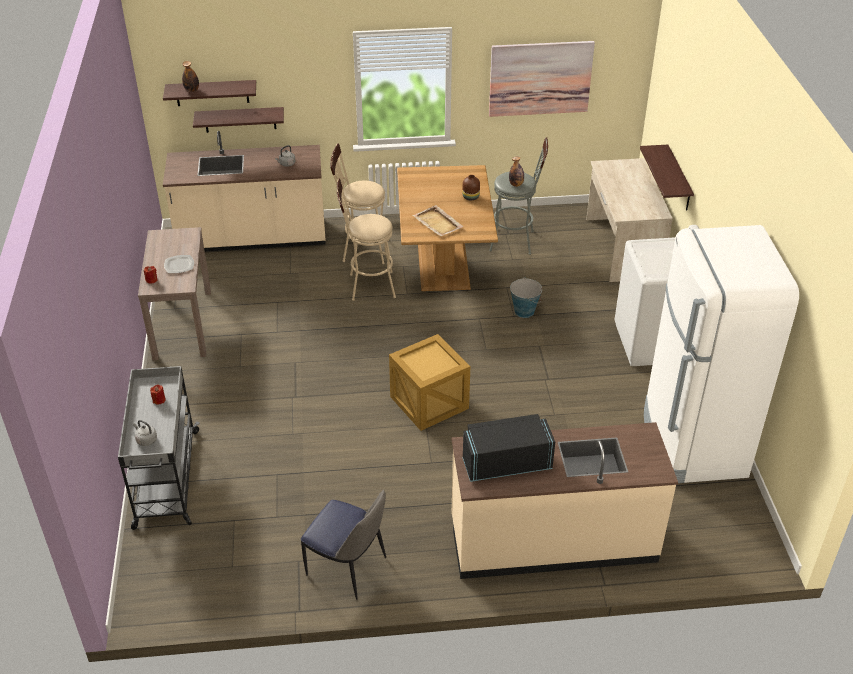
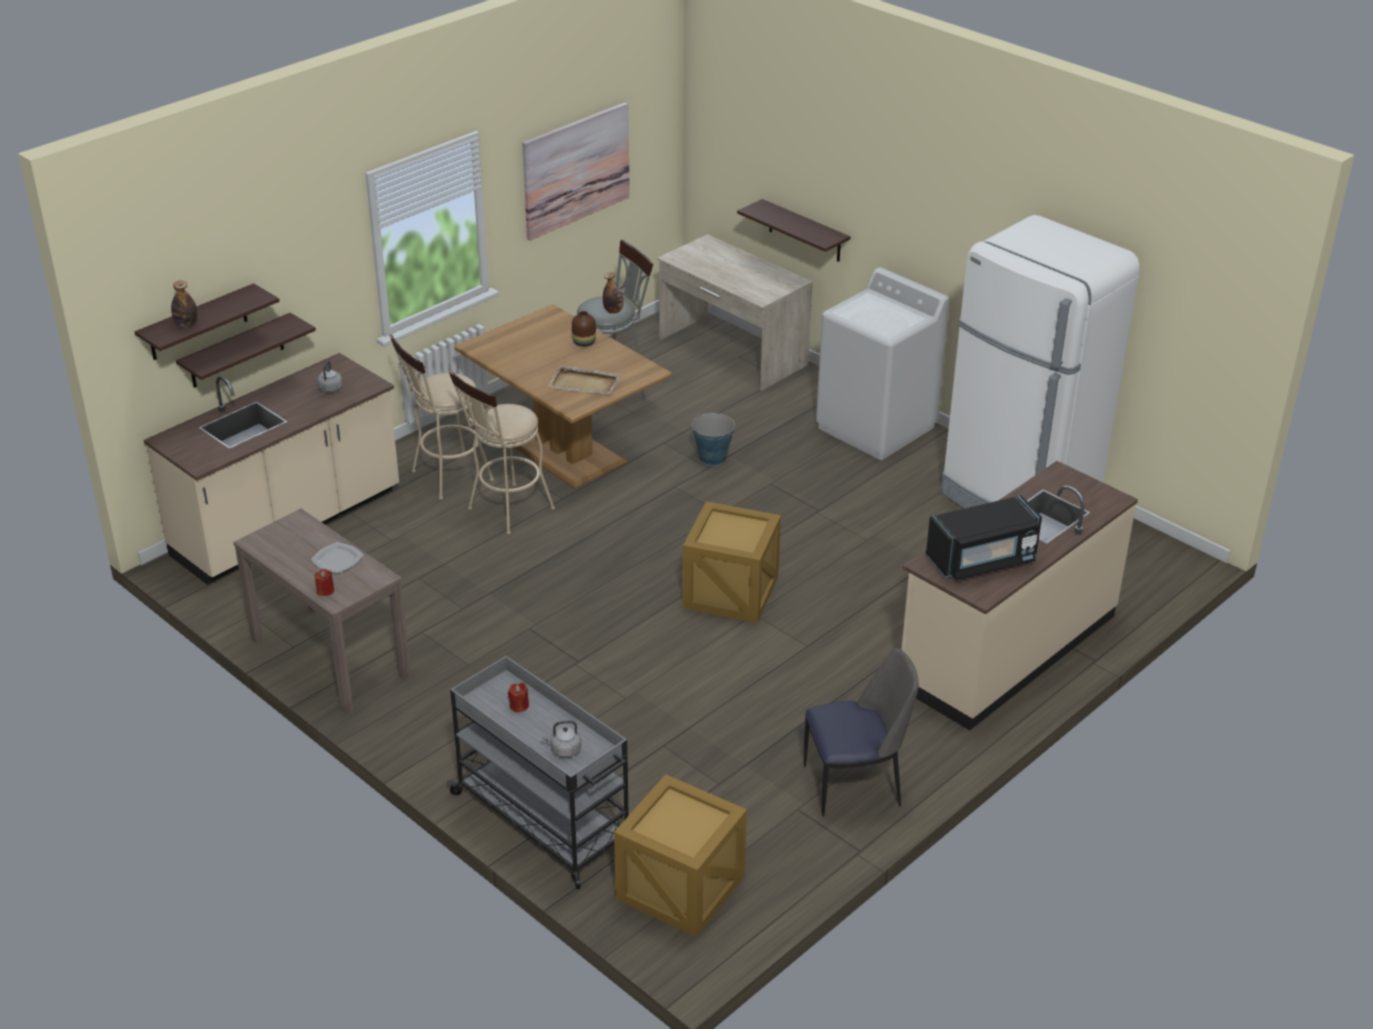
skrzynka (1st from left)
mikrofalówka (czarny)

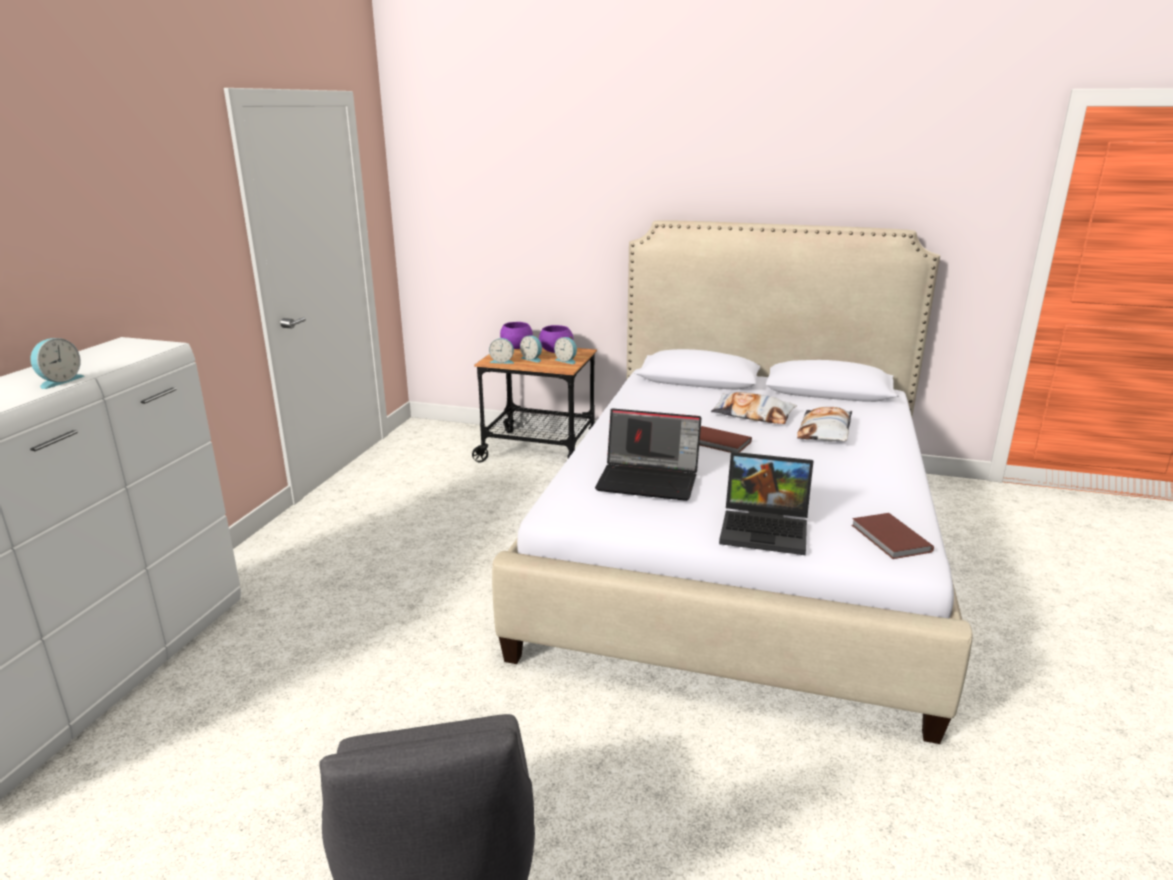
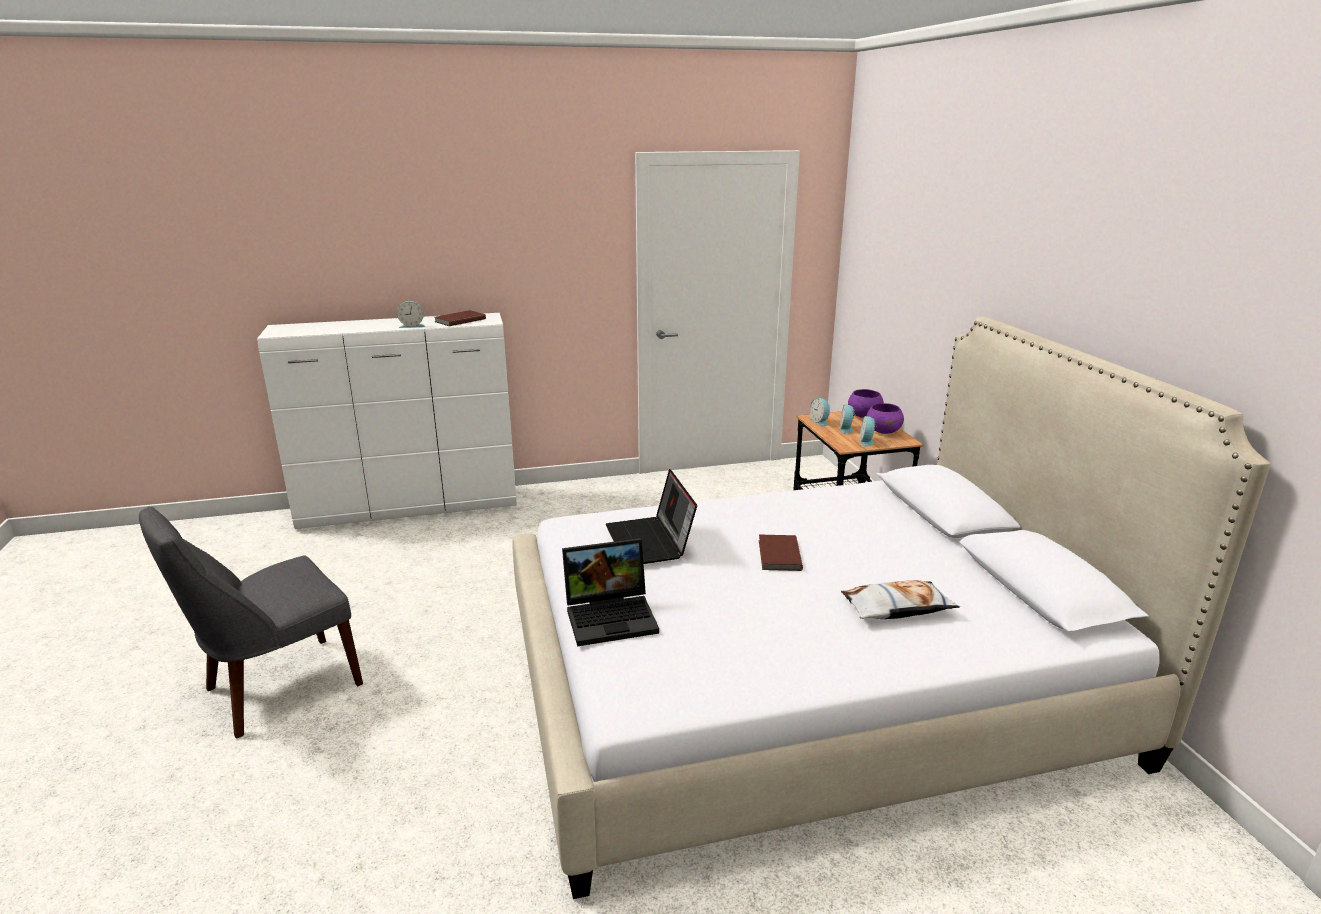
książka (brązowy) (1st from left)
laptop (1st from left)
poduszka (1st from left in the first image)

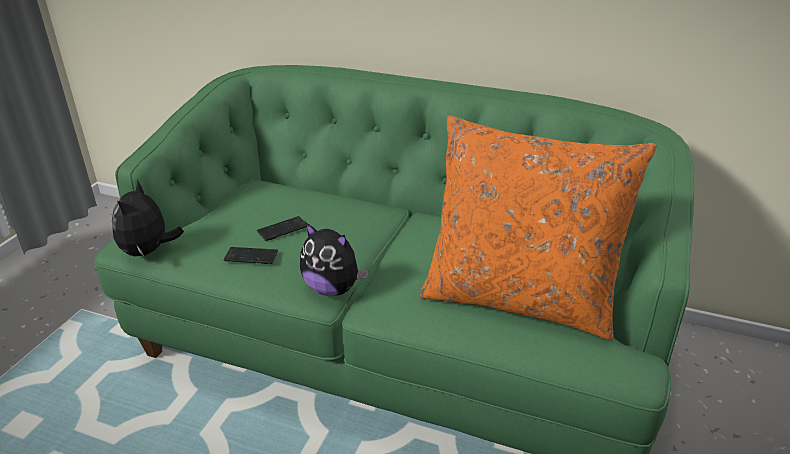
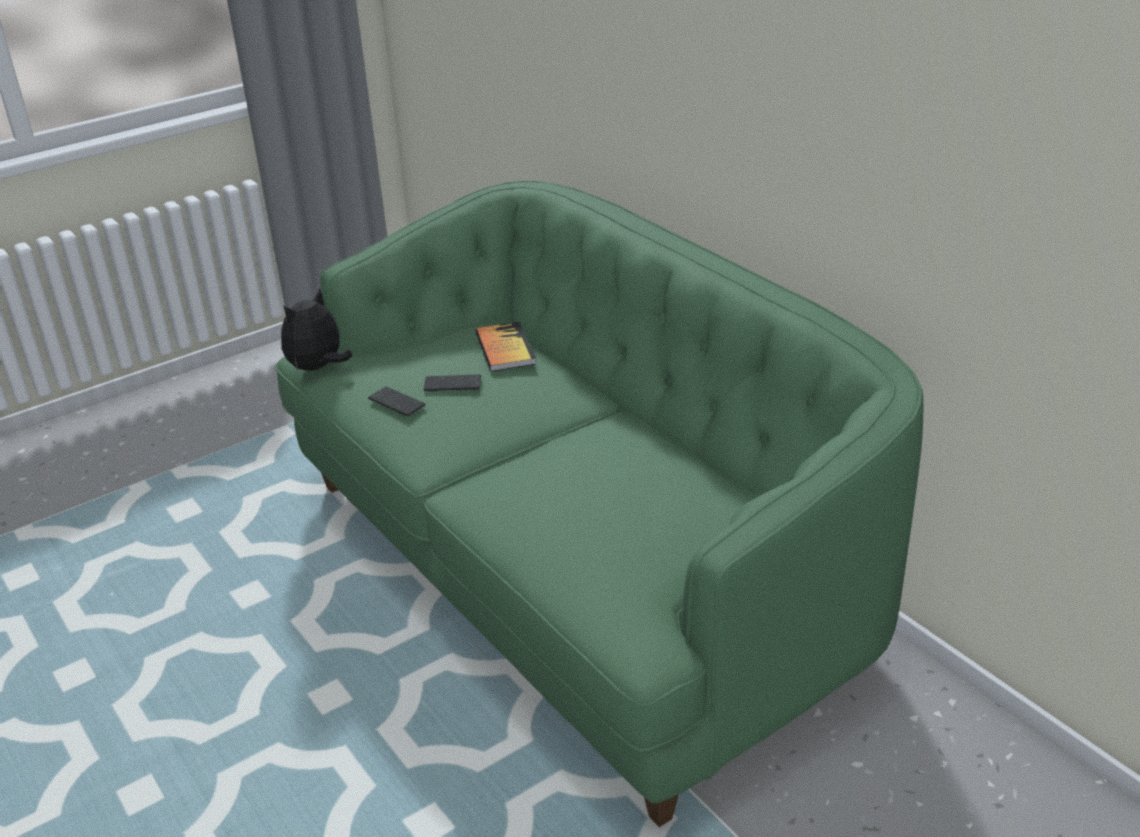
książka
pluszak (2nd from left in the first image)
poduszka (pomarańczowy)

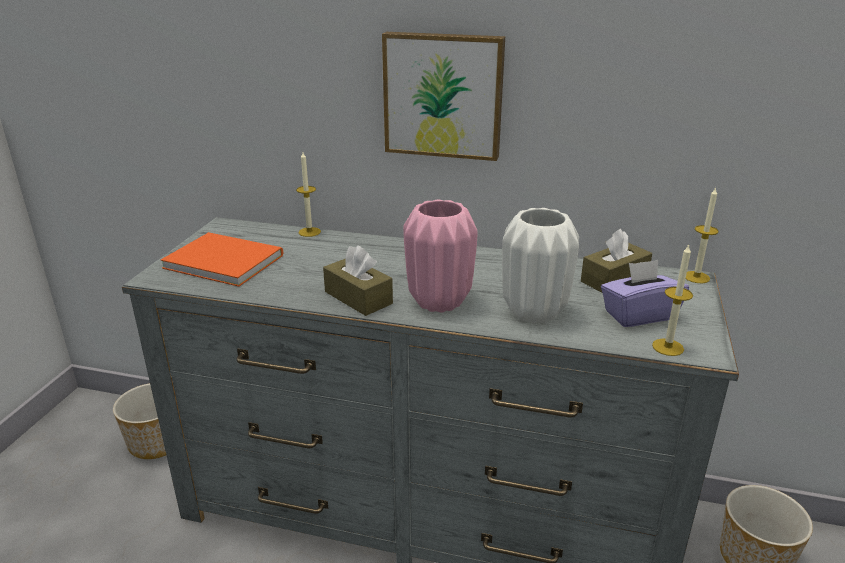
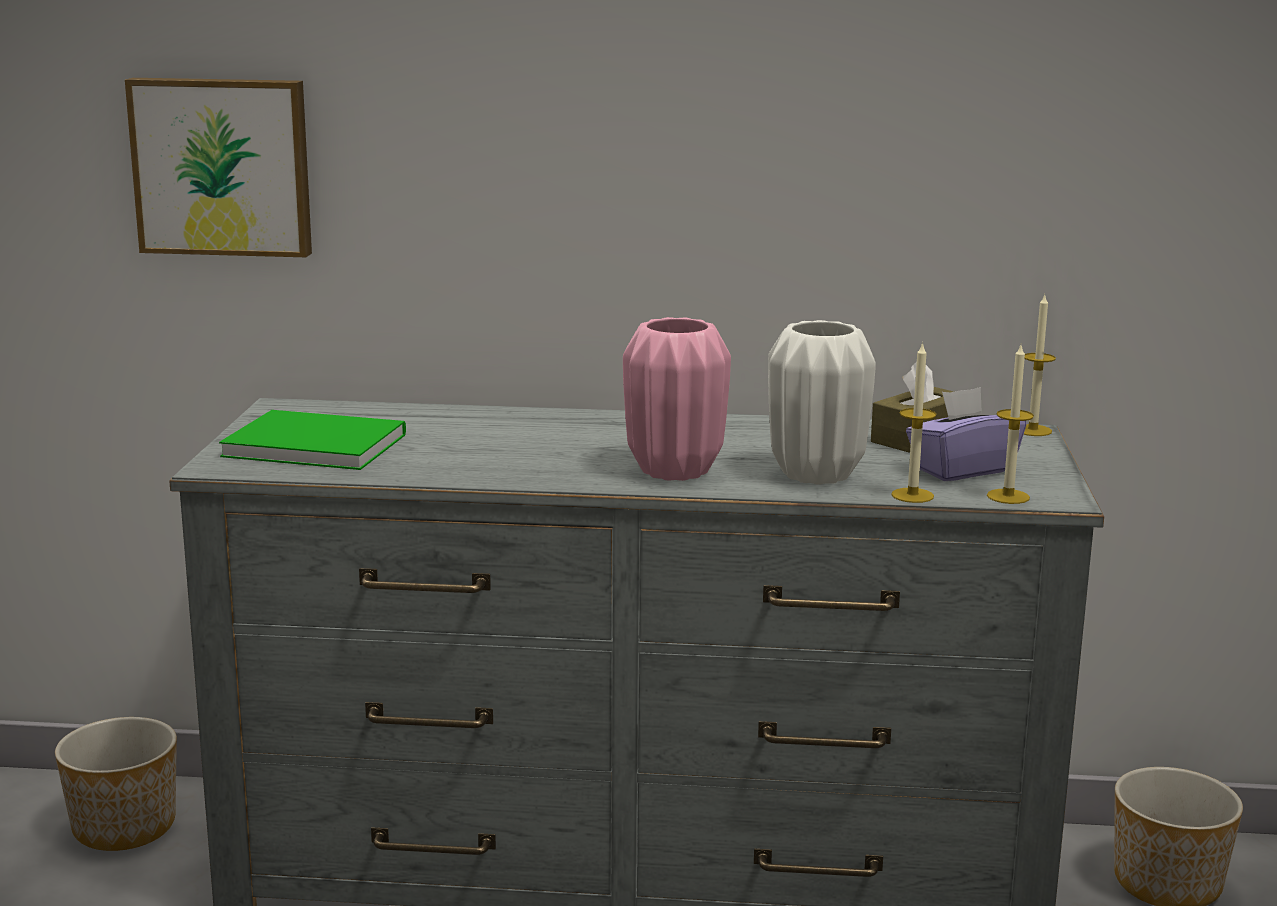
obraz
książka (zielony)
świeca (1st from left)
pudełko chusteczek (brązowy) (1st from left in the first image)

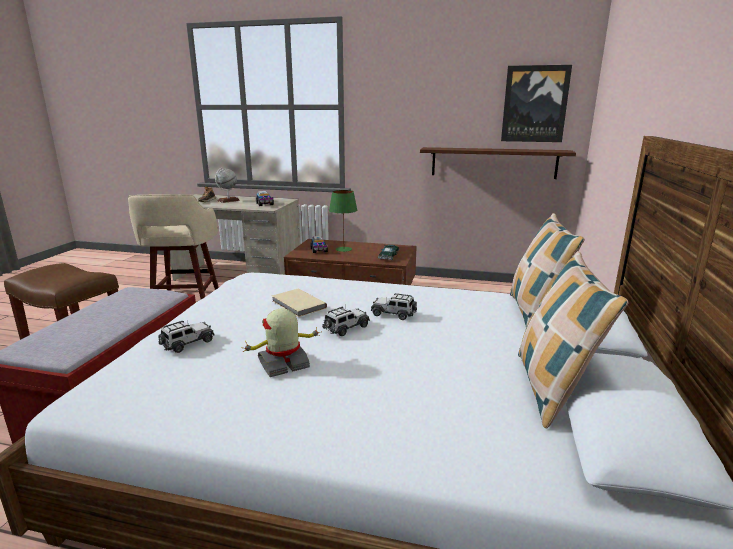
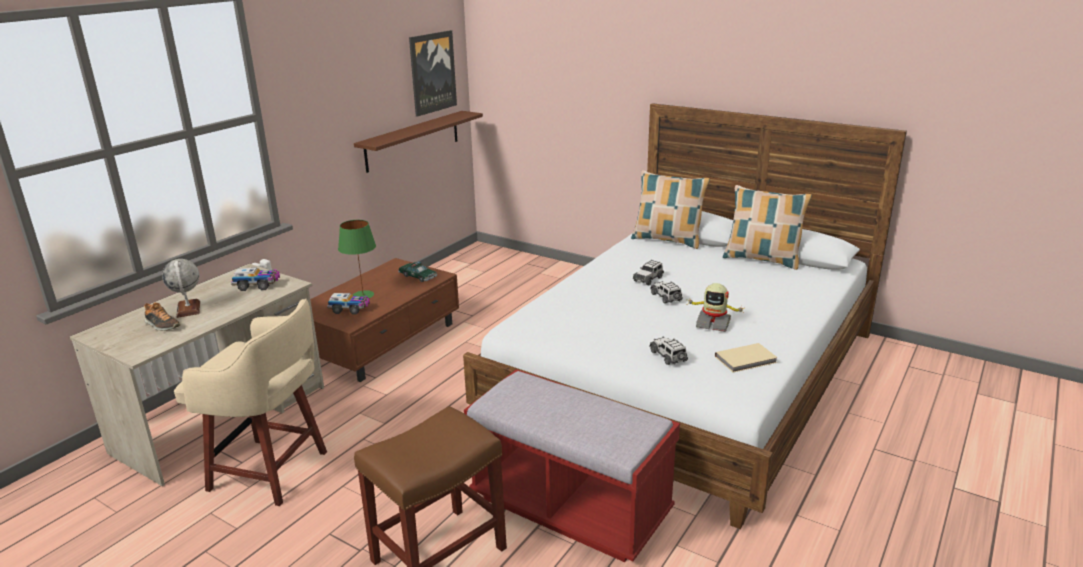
robot zabawkowy
książka (beżowy)

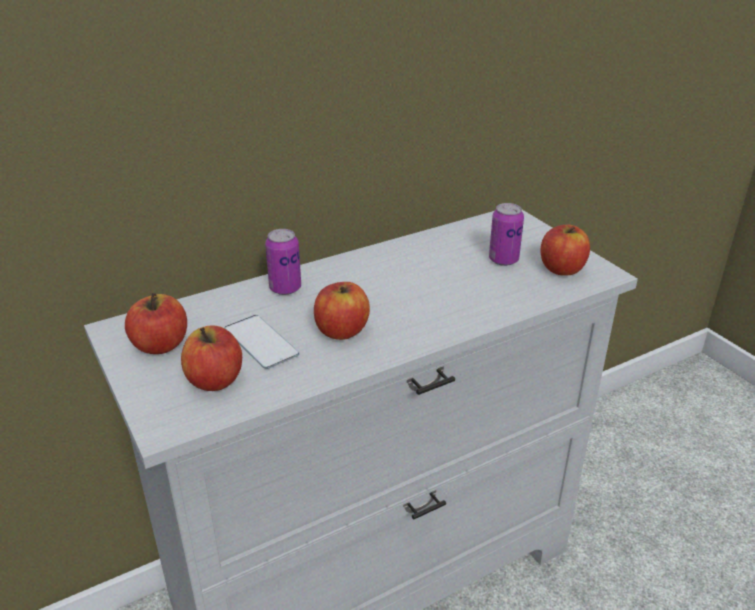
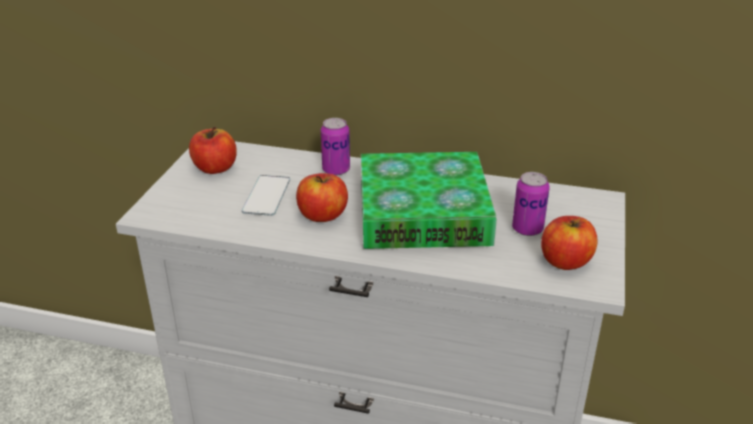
książka
jabłko (2nd from left in the first image)

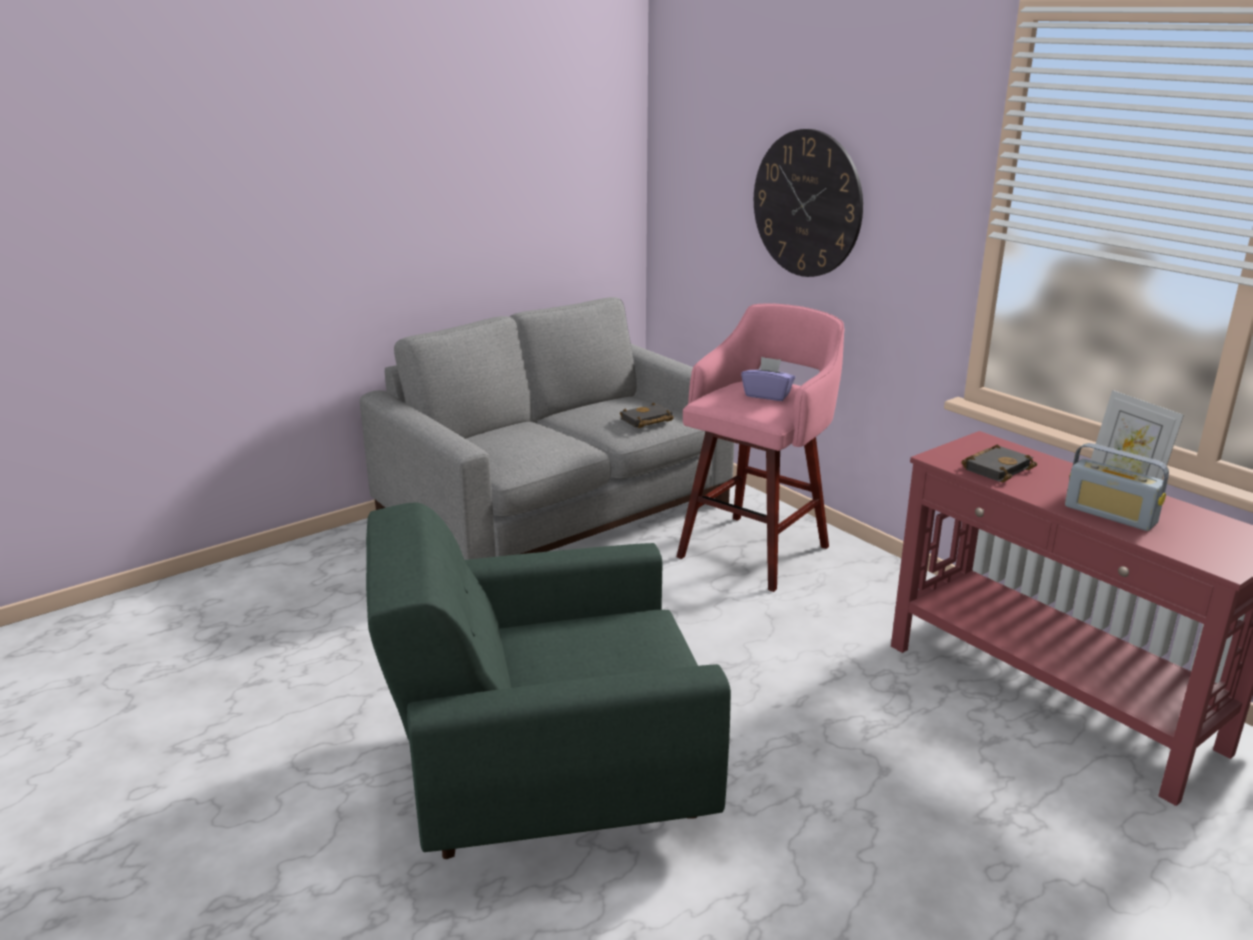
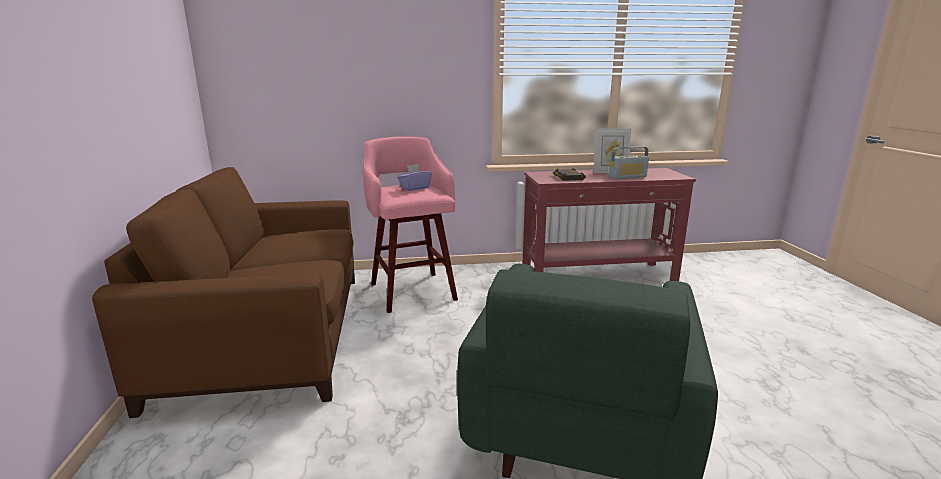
kanapa (brązowy)
książka (czarny) (1st from left in the first image)
zegar ścienny

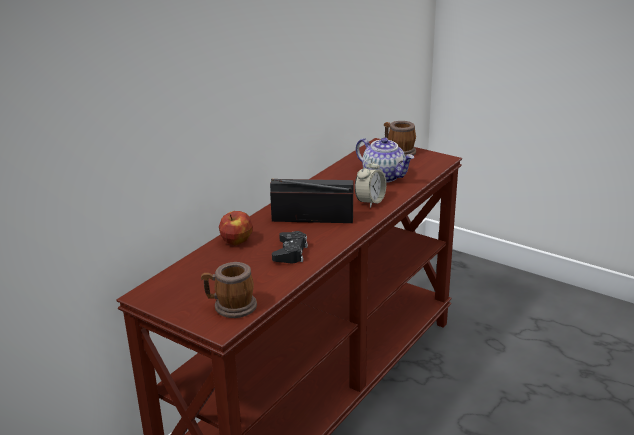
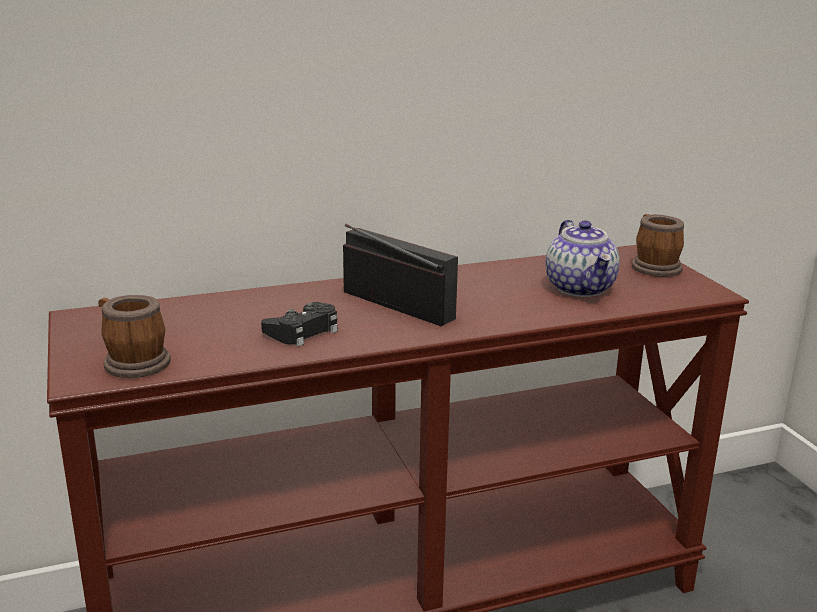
jabłko
budzik

